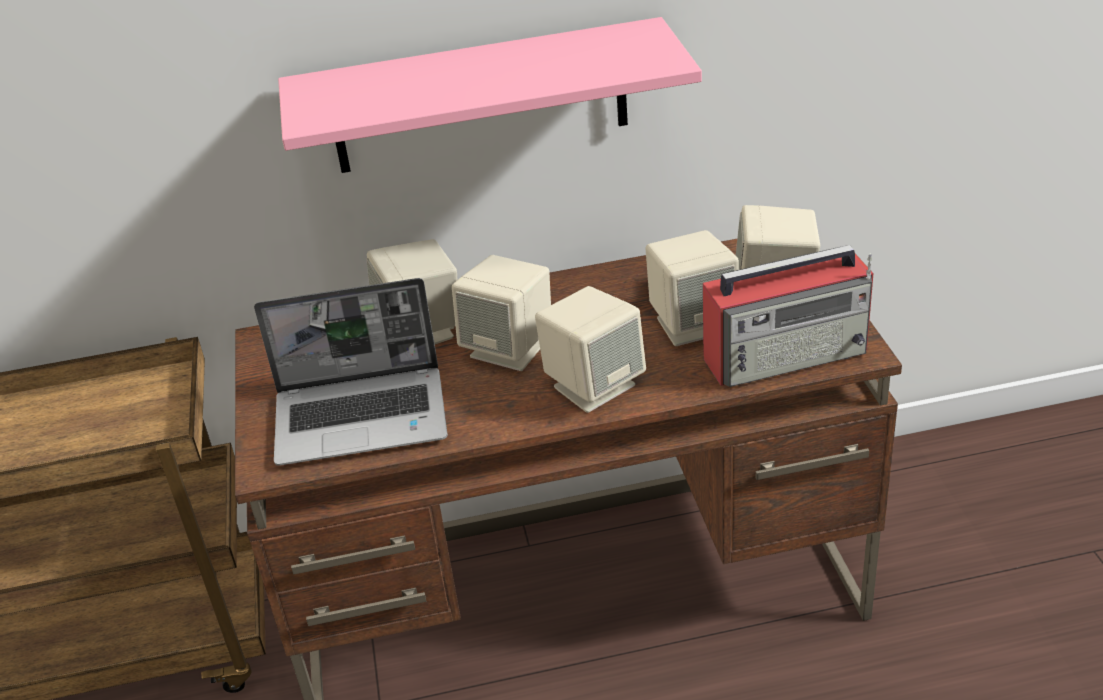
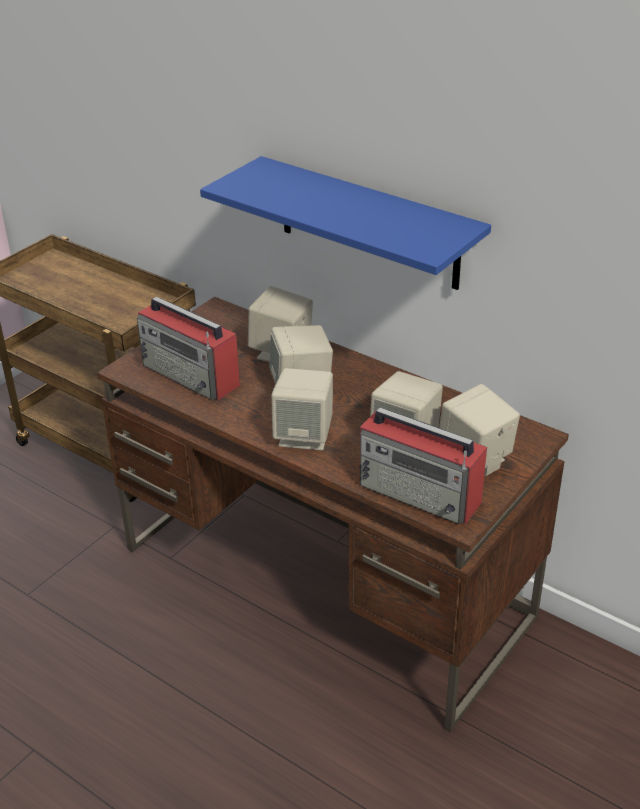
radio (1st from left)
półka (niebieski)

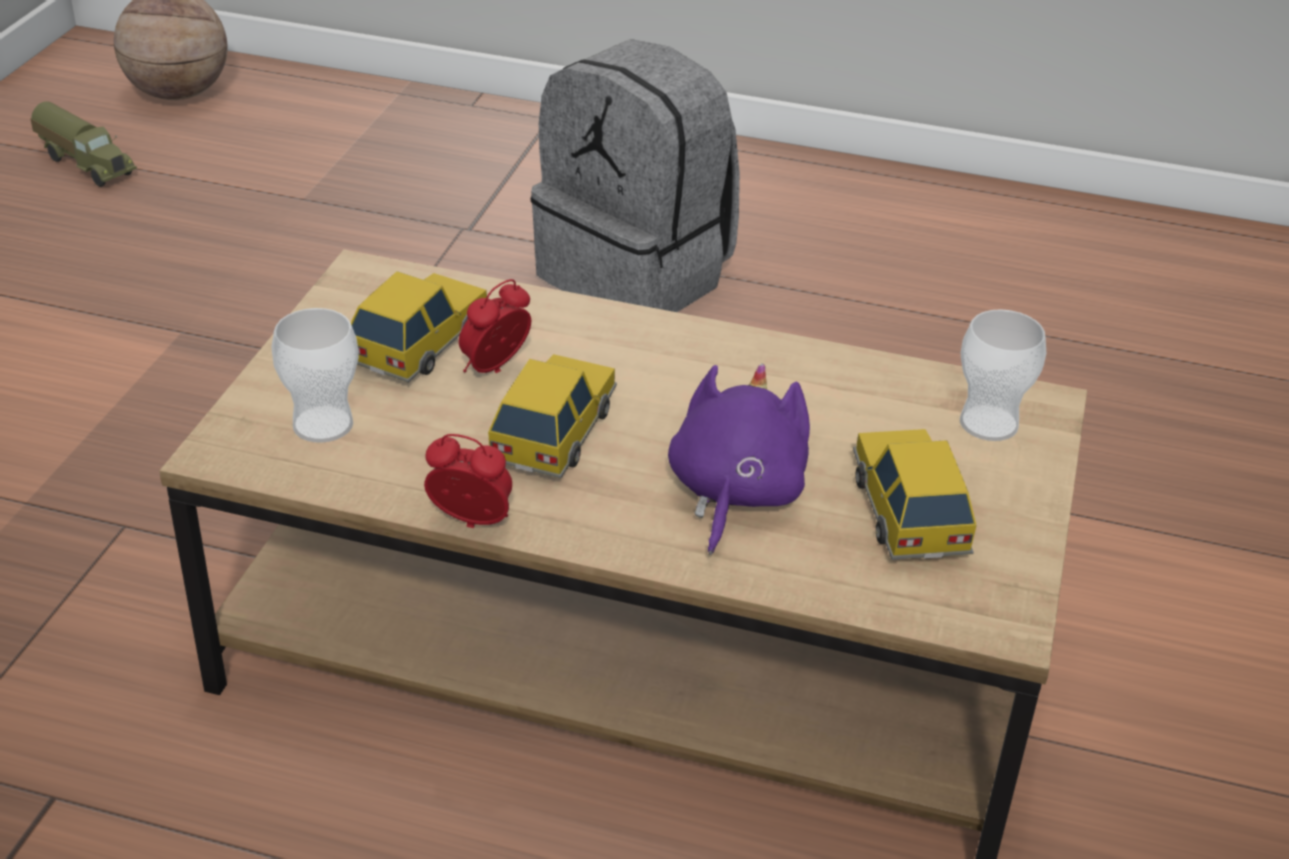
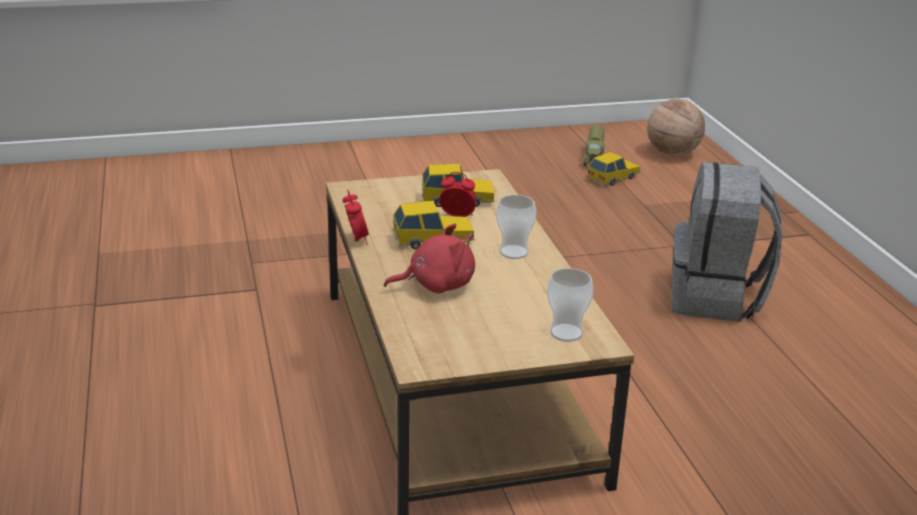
pluszak (czerwony)
filiżanka (1st from left)
samochodzik (3rd from left)

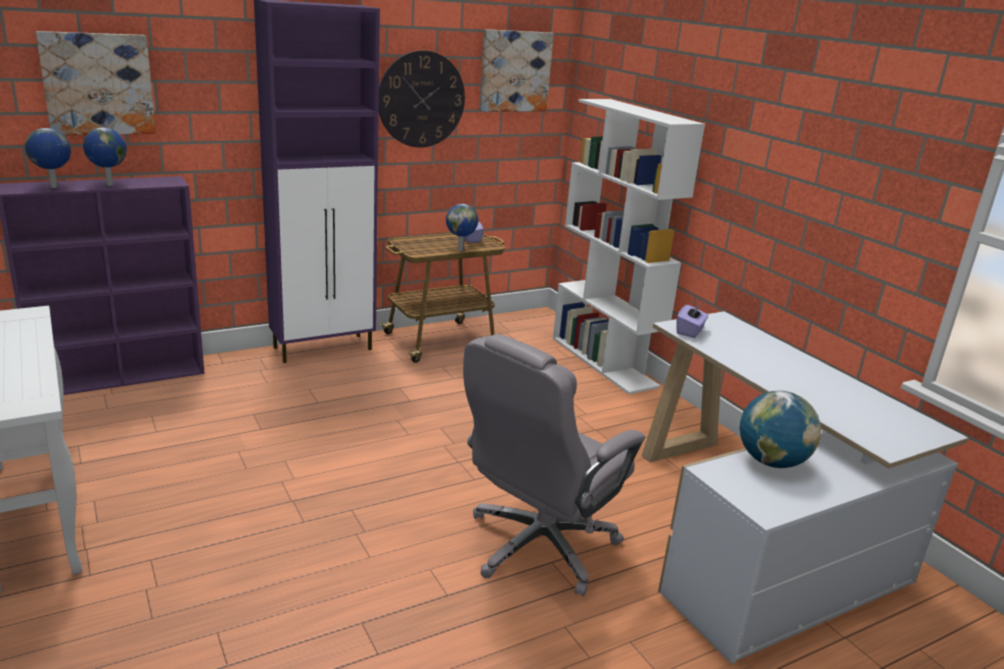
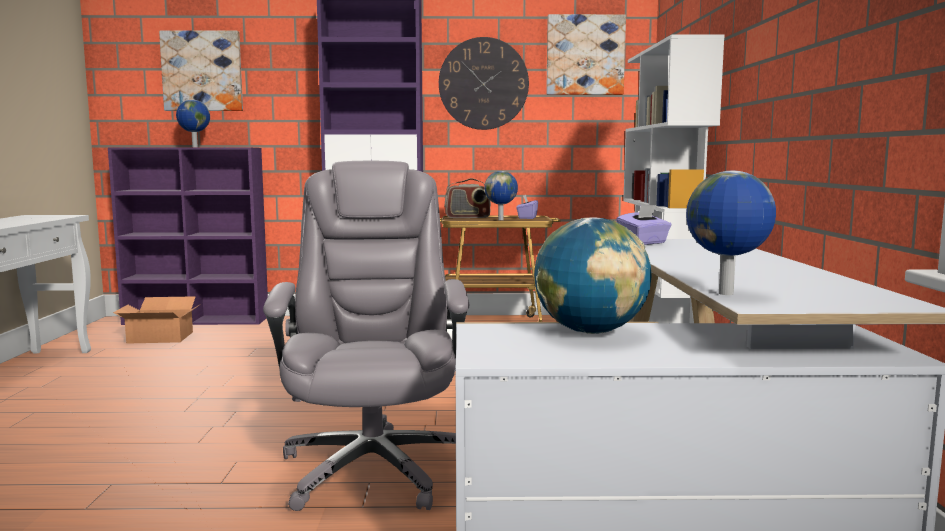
karton
krzesło biurowe (szary)
radio
globus (4th from left)

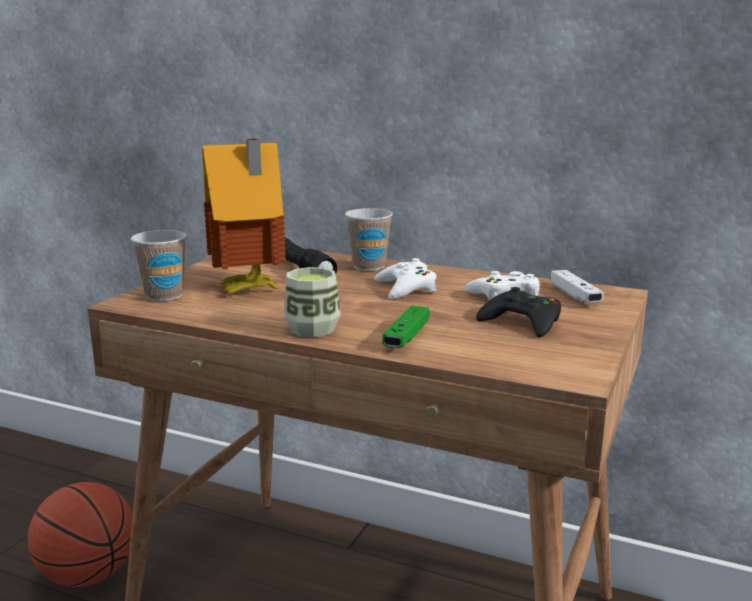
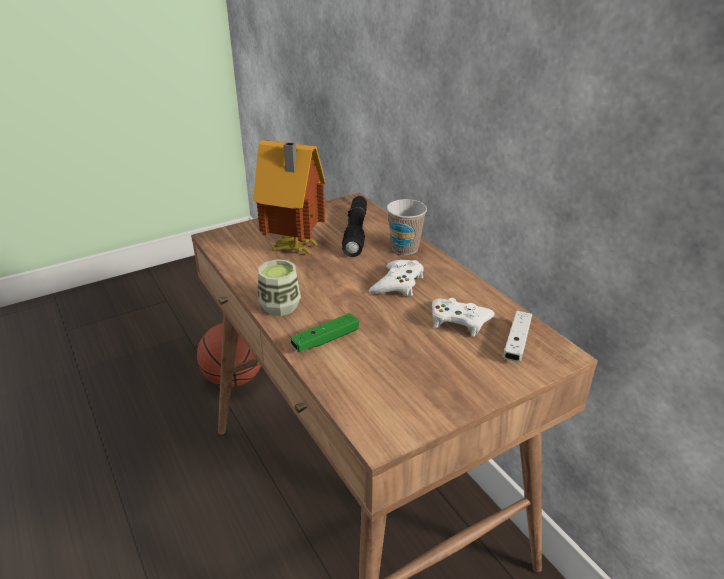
filiżanka (1st from left in the first image)
pad do gier (czarny)

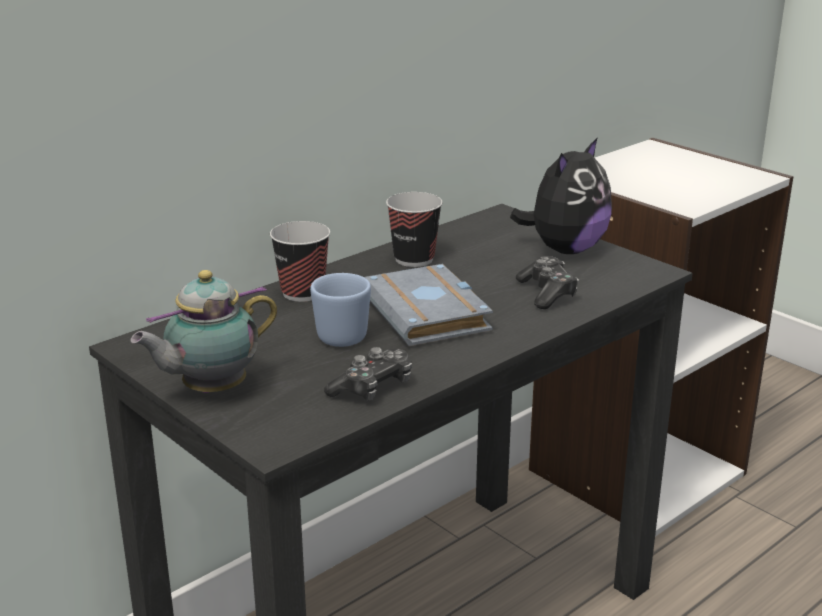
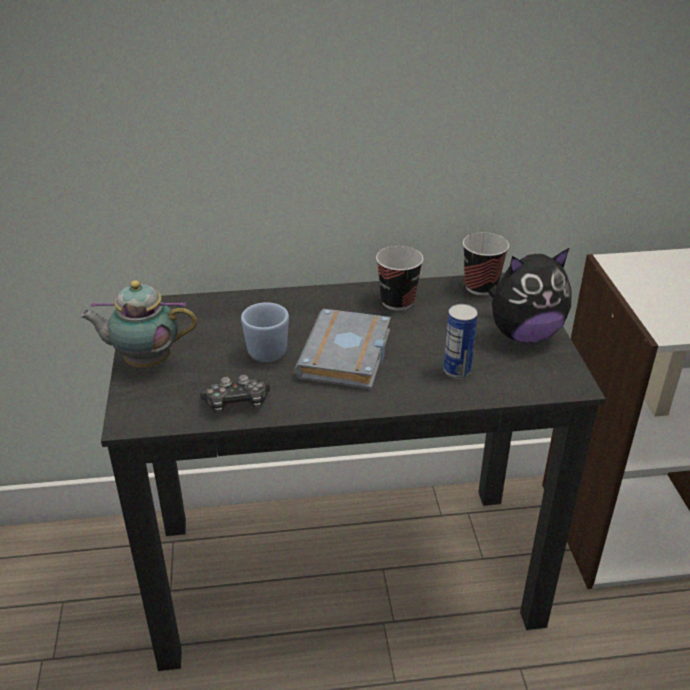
puszka
filiżanka (2nd from left)

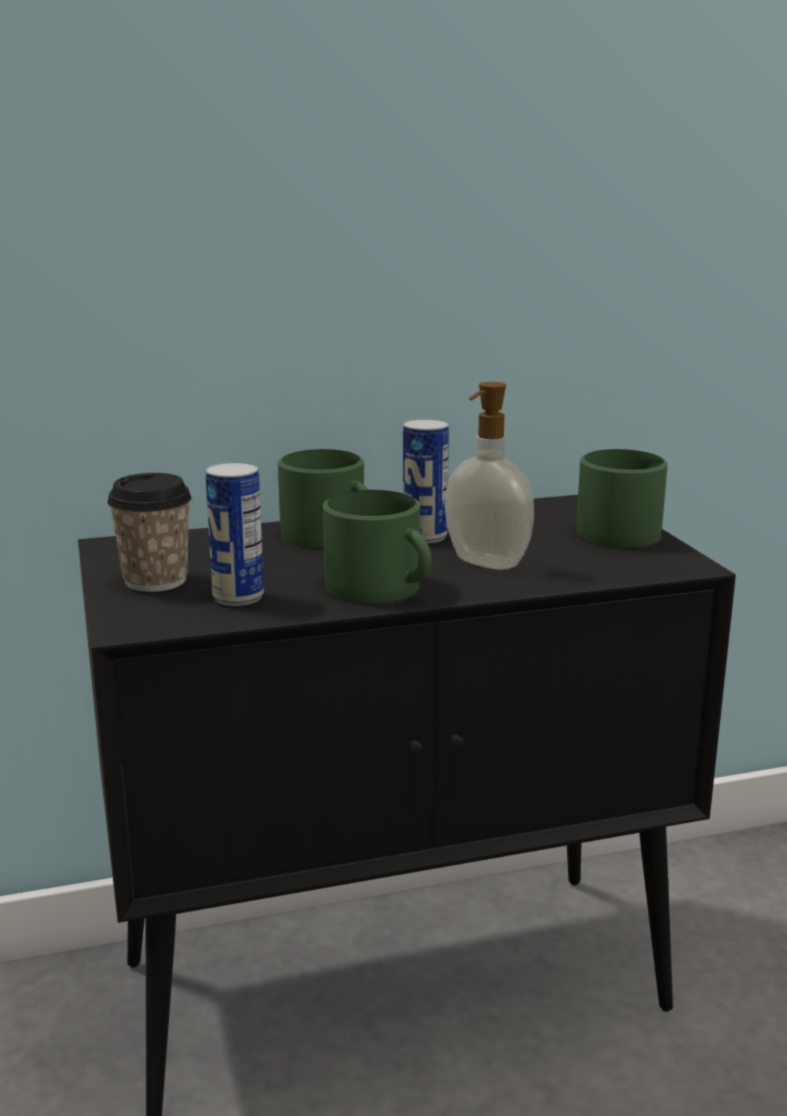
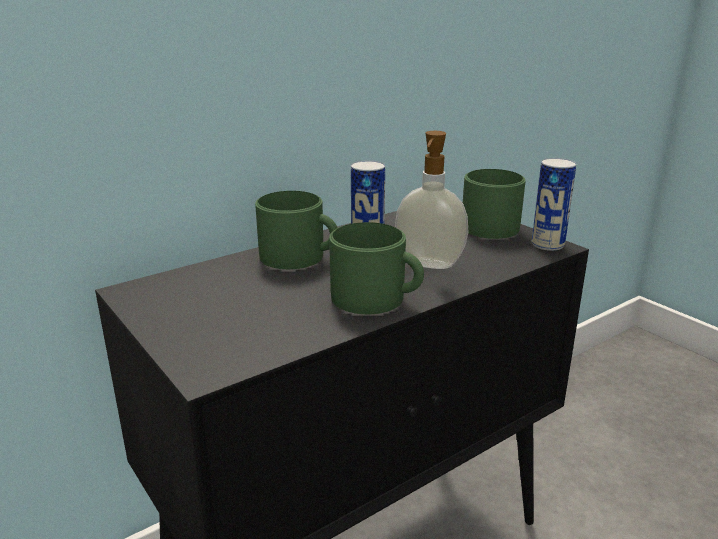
puszka (2nd from left)
filiżanka

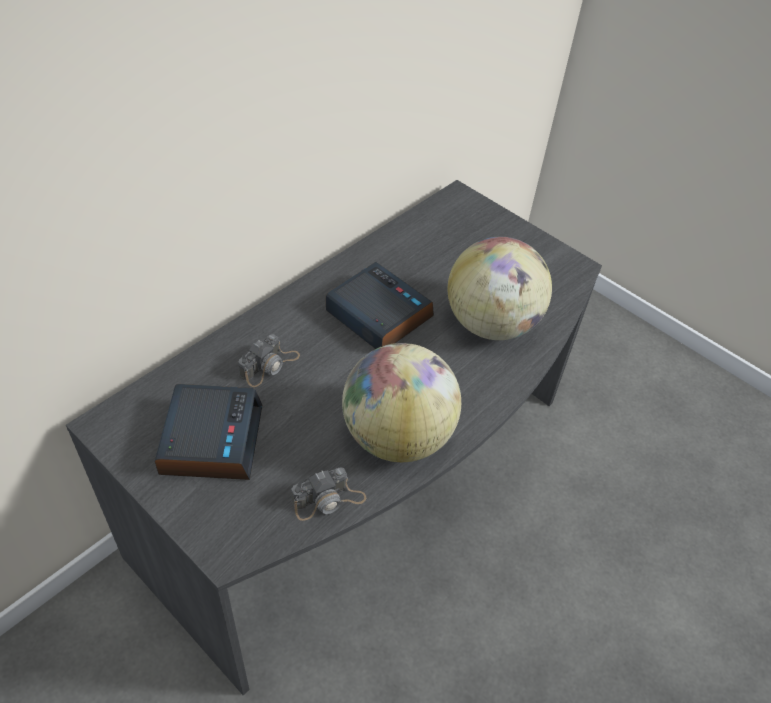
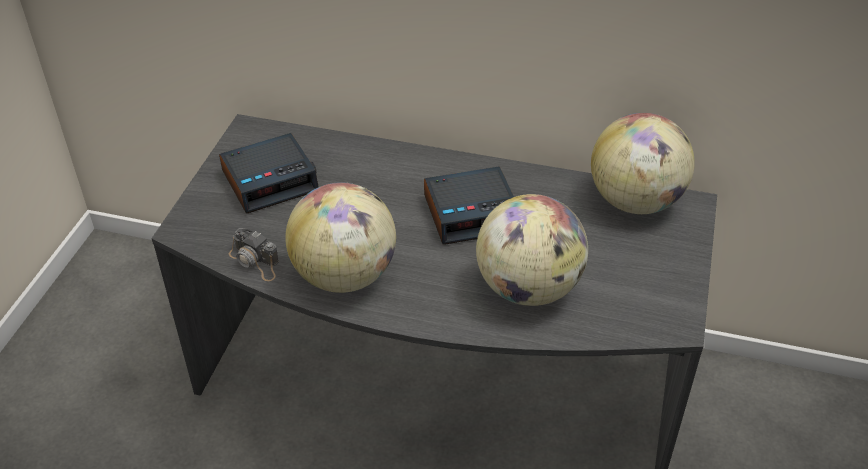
budzik (2nd from left)
globus (3rd from left)
aparat fotograficzny (1st from left in the first image)

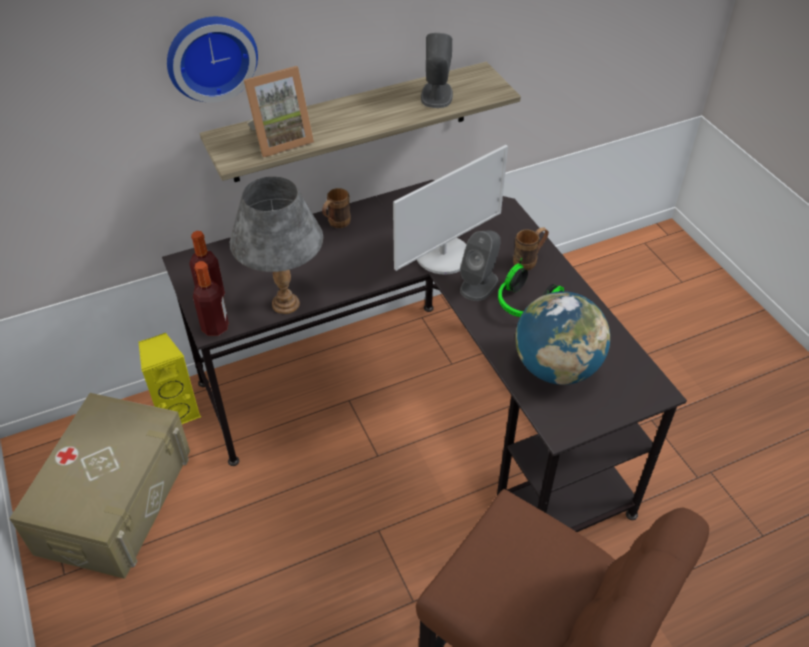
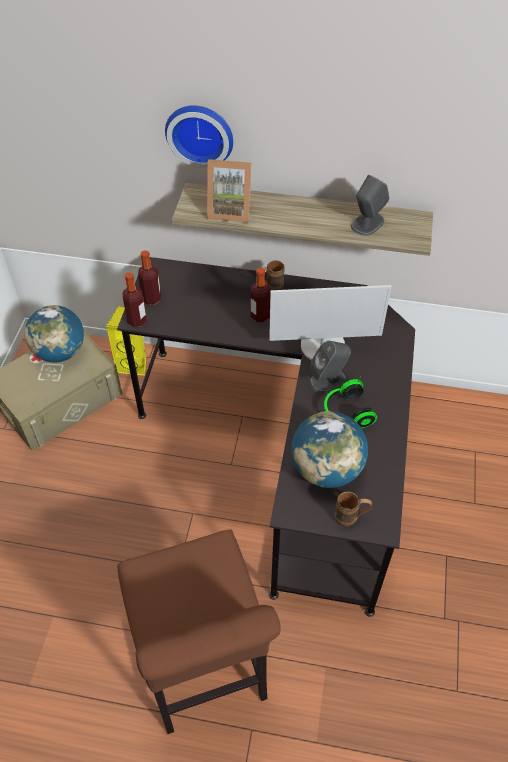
globus (1st from left)
butelka (3rd from left)
kubek (brązowy) (2nd from left)
lampa stołowa (szary)

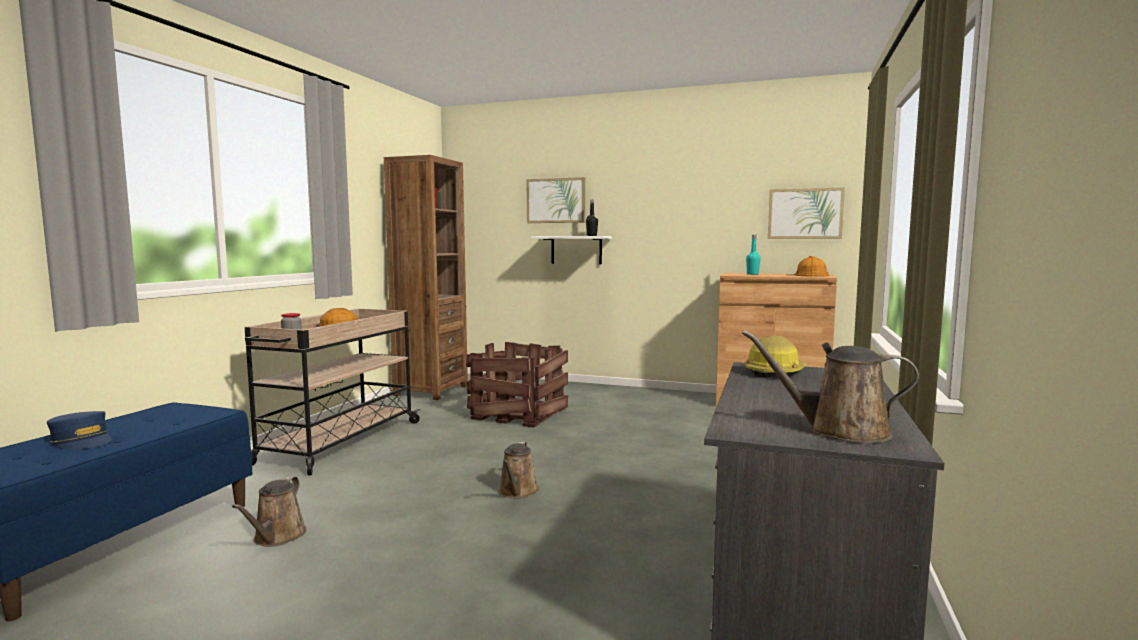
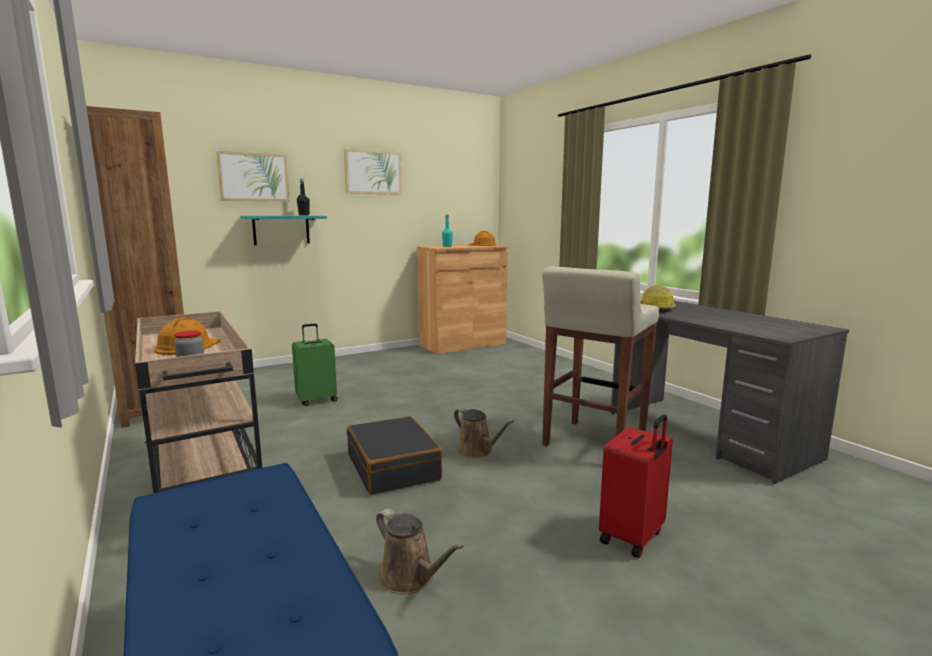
półka (turkusowy)
walizka (zielony)
obraz (2nd from left)
walizka (czarny)
stołek (beżowy)
walizka (czerwony)
czapka z daszkiem (niebieski)
konewka (brązowy) (3rd from left in the first image)

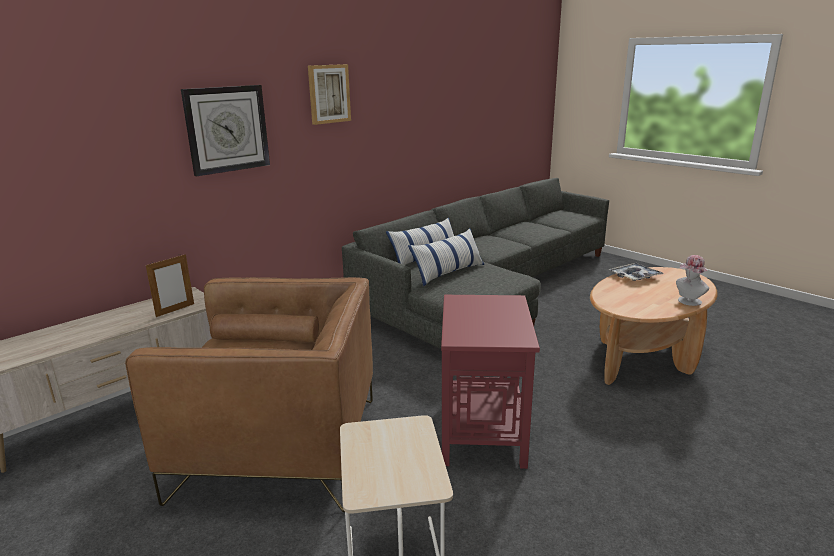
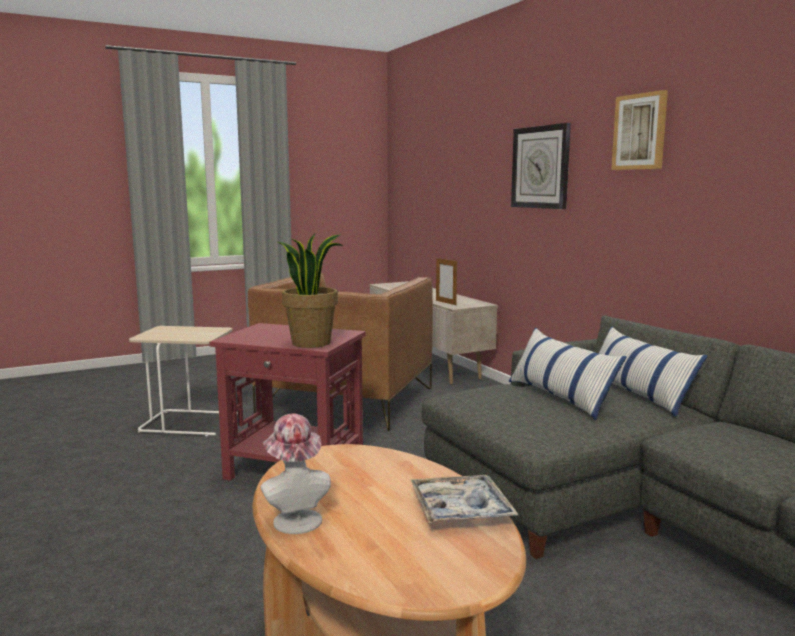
roślina doniczkowa

